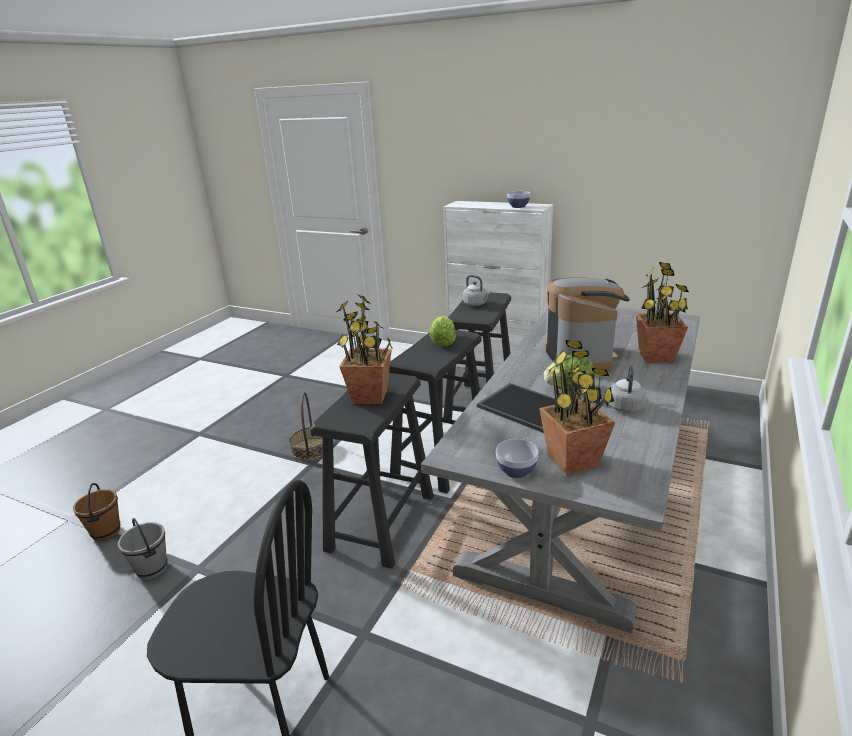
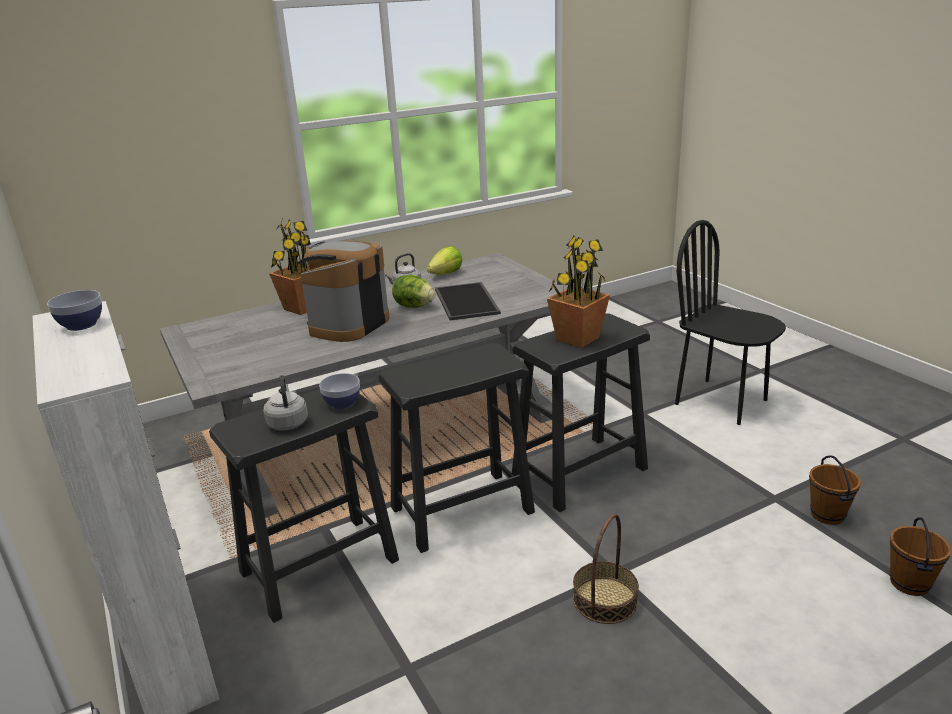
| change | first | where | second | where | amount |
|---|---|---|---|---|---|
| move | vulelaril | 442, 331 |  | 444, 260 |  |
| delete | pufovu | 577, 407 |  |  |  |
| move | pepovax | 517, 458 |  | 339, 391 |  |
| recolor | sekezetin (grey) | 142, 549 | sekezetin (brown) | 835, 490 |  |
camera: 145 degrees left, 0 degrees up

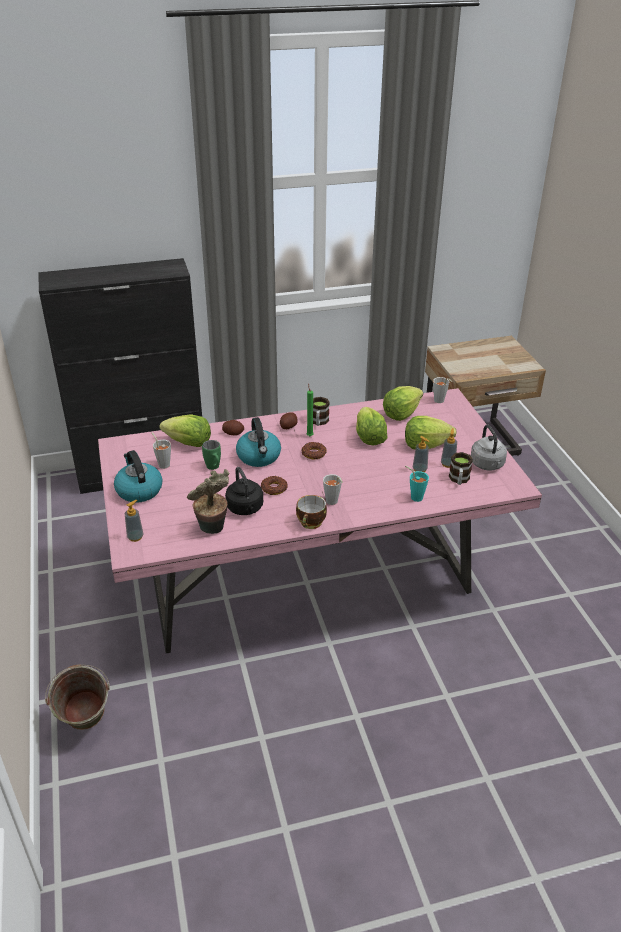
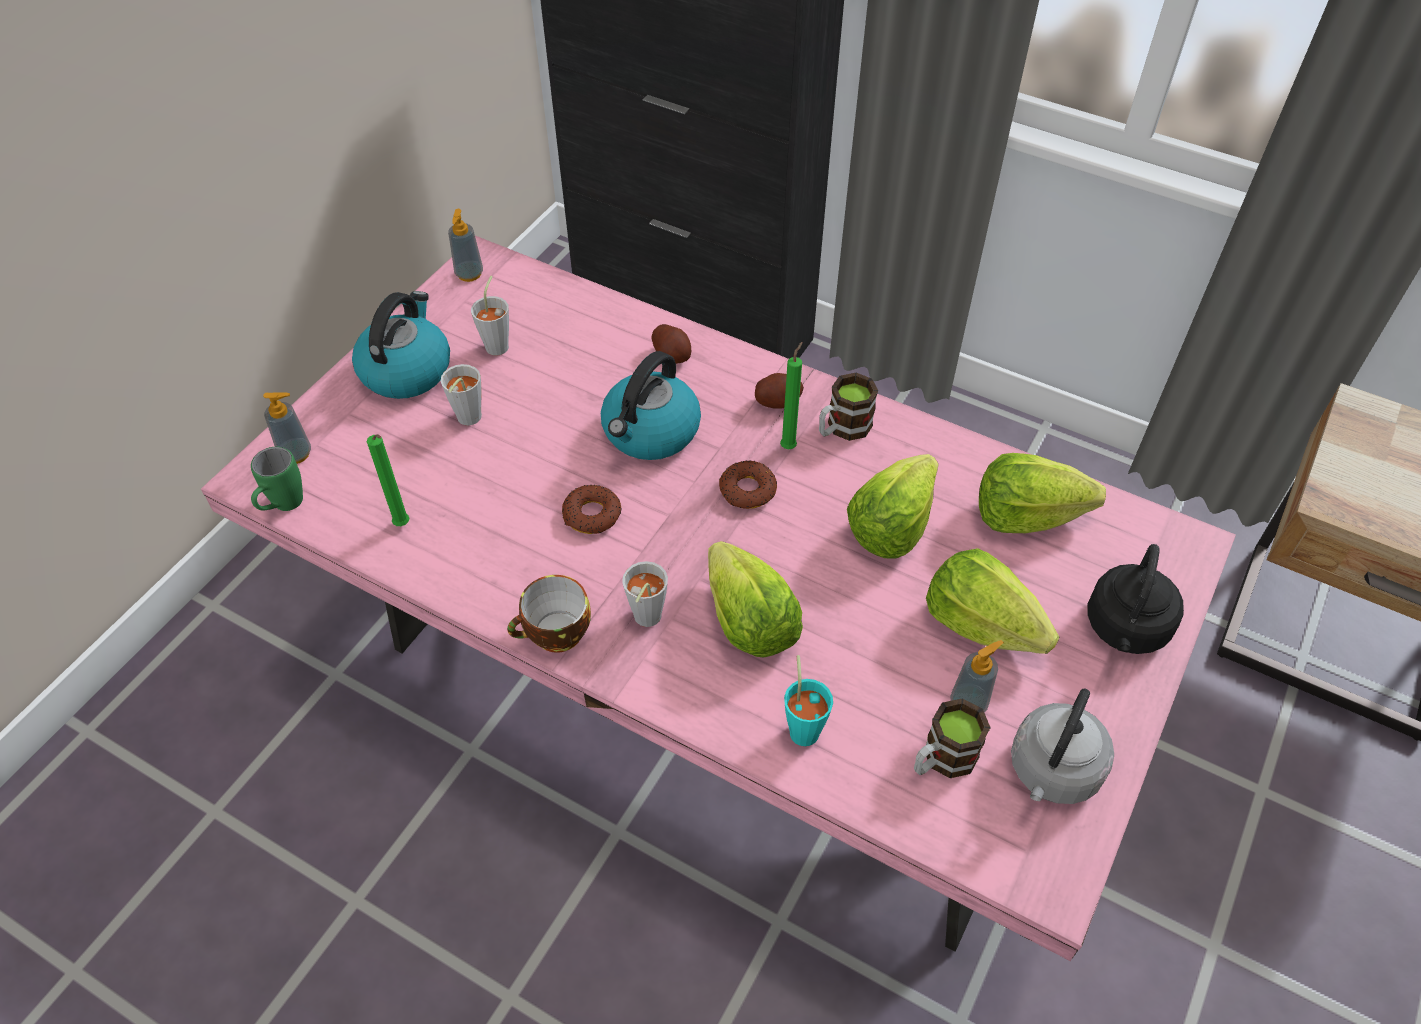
| change | first | where | second | where | amount |
|---|---|---|---|---|---|
| move | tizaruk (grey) | 442, 390 |  | 461, 394 |  |
| move | vulelaril | 185, 430 |  | 755, 599 |  |
| move | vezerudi | 421, 454 |  | 465, 245 |  |
| move | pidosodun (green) | 211, 455 |  | 277, 479 |  |
| move | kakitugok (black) | 244, 491 |  | 1135, 599 |  |
| replace | pufovu | 208, 501 | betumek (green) | 388, 480 |  |
| delete | sekezetin (green) | 77, 697 |  |  |  |
camera: 45 degrees right, 15 degrees up

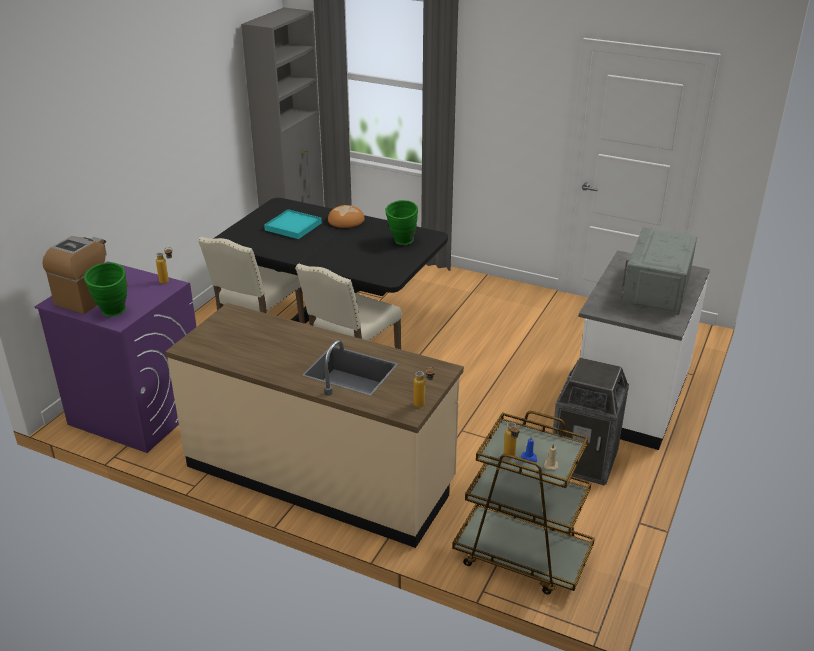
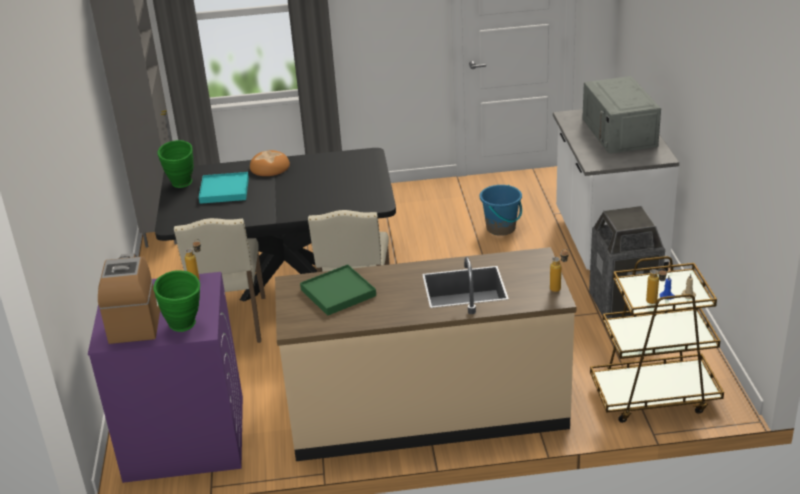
| change | first | where | second | where | amount |
|---|---|---|---|---|---|
| move | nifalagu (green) | 401, 222 |  | 175, 164 |  |
| insert |  |  | sekezetin (blue) | 501, 210 |  |
| insert |  |  | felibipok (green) | 338, 290 |  |
camera: 30 degrees left, 0 degrees up

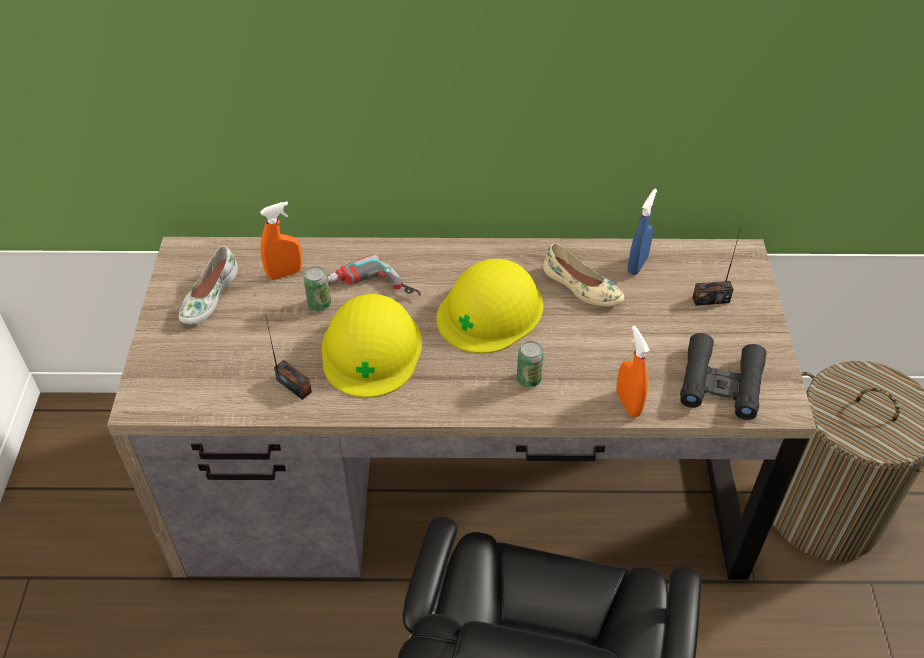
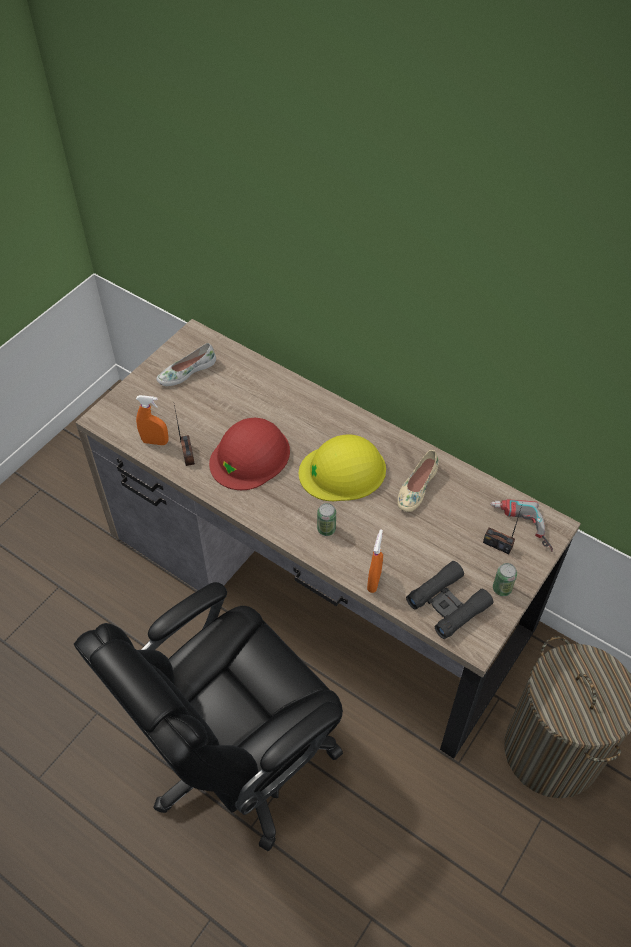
| change | first | where | second | where | amount |
|---|---|---|---|---|---|
| delete | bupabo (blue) | 642, 232 |  |  |  |
| move | bupabo (orange) | 281, 240 |  | 152, 420 |  |
| rotate | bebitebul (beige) | 583, 275 |  | 418, 481 | 45 degrees clockwise |
| move | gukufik | 374, 274 |  | 521, 525 |  |
| move | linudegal | 317, 288 |  | 505, 579 |  |
| recolor | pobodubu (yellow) | 372, 346 | pobodubu (red) | 249, 454 |  |
camera: 35 degrees right, 5 degrees up

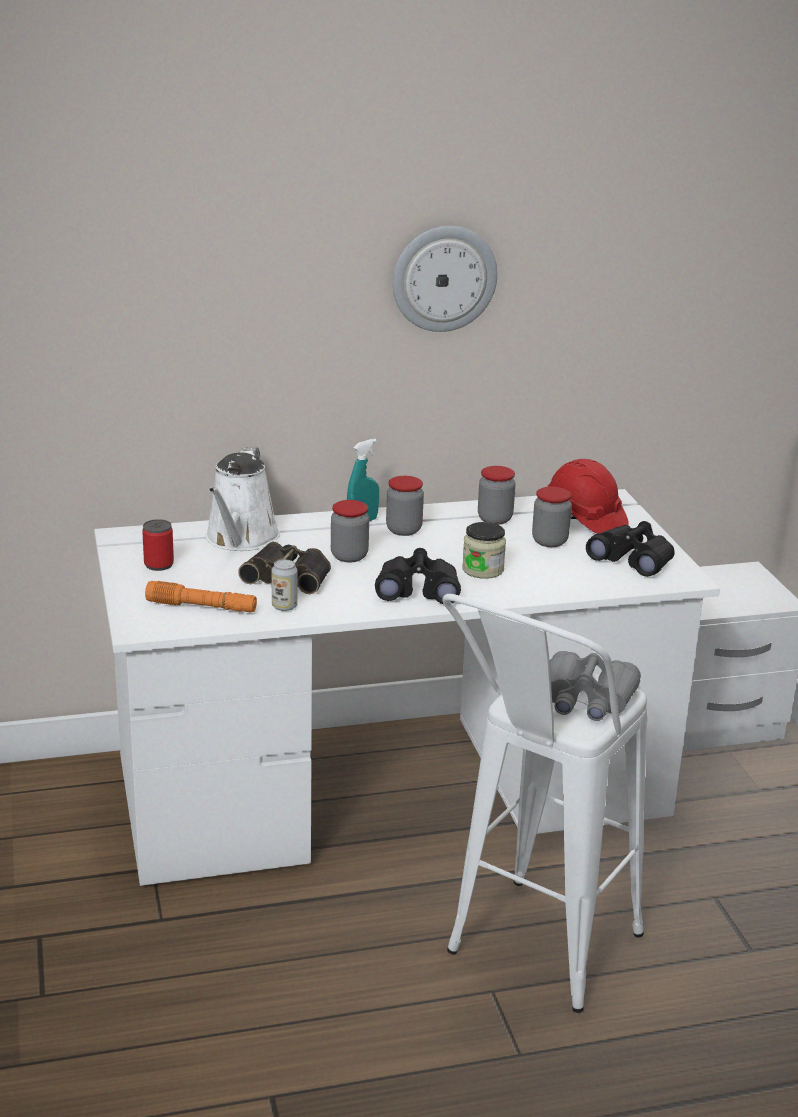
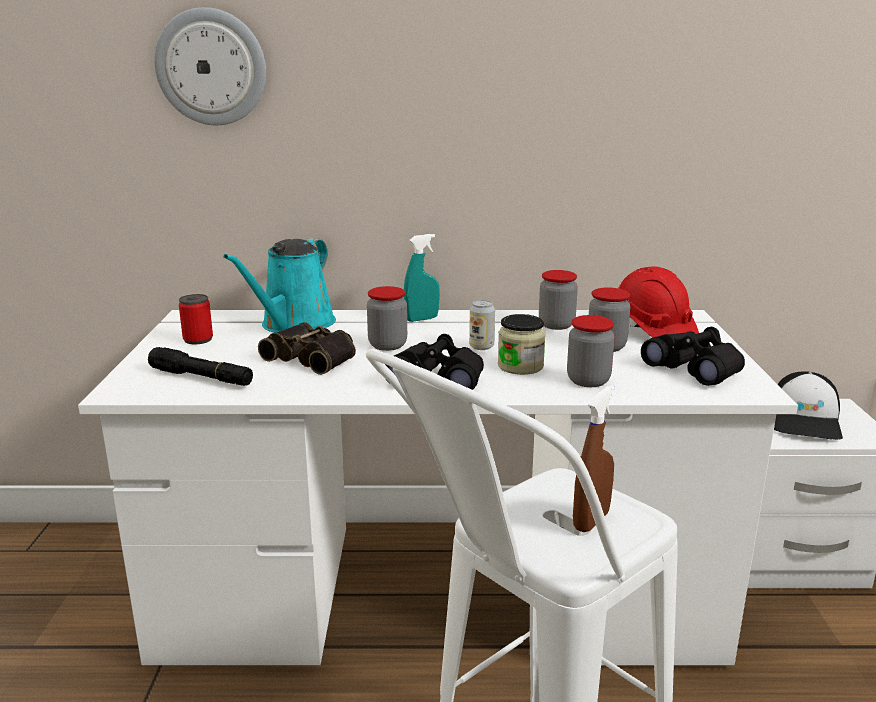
| change | first | where | second | where | amount |
|---|---|---|---|---|---|
| move | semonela | 444, 279 |  | 210, 66 |  |
| recolor | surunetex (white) | 242, 499 | surunetex (turquoise) | 279, 285 |  |
| move | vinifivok | 405, 506 |  | 591, 351 |  |
| move | linudegal | 284, 585 |  | 482, 325 |  |
| recolor | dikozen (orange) | 201, 596 | dikozen (black) | 200, 366 |  |
| replace | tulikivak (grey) | 595, 686 | bupabo (brown) | 594, 458 |  |
| insert |  |  | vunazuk | 808, 405 |  |
camera: 15 degrees right, 5 degrees down

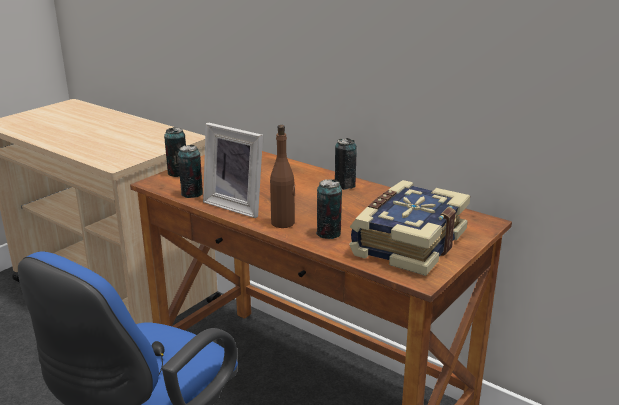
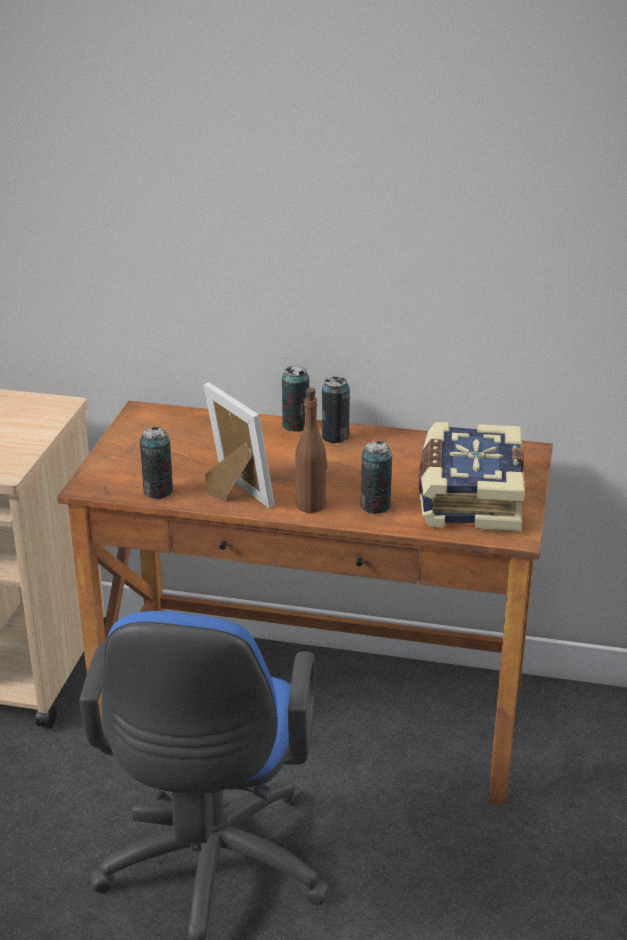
| change | first | where | second | where | amount |
|---|---|---|---|---|---|
| rotate | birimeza | 233, 170 |  | 239, 445 | 135 degrees counterclockwise |
| move | linudegal | 175, 152 |  | 295, 399 |  |
camera: 25 degrees left, 5 degrees up

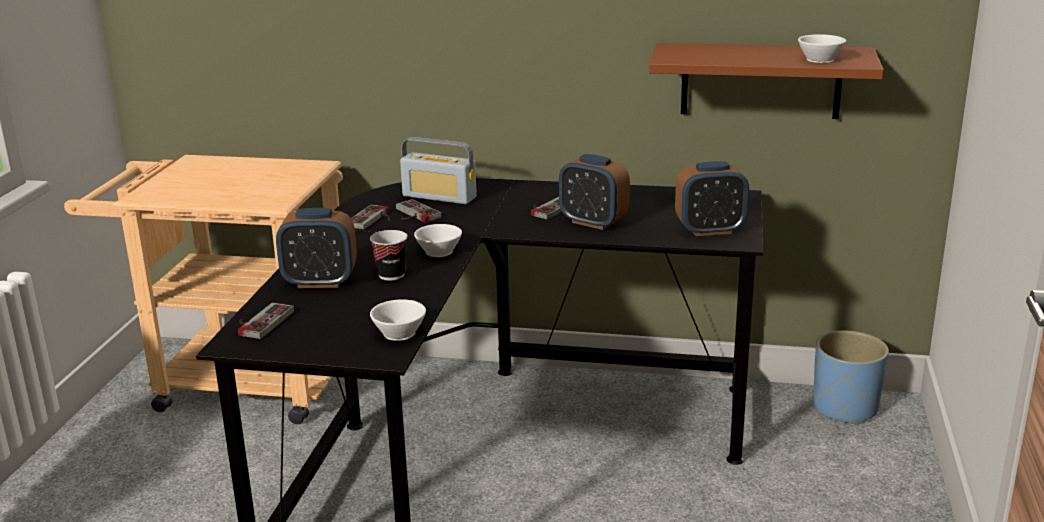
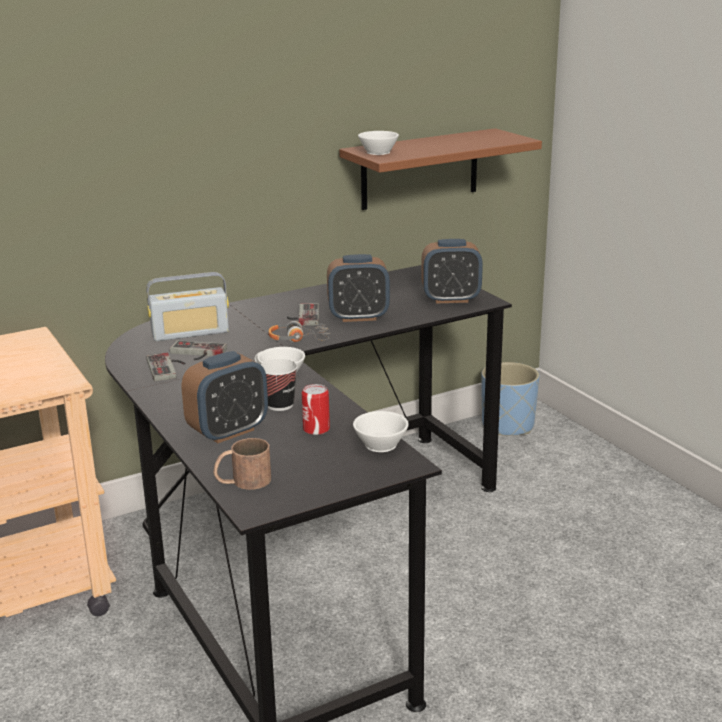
| change | first | where | second | where | amount |
|---|---|---|---|---|---|
| move | tizaruk (white) | 822, 48 |  | 378, 143 |  |
| rotate | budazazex | 712, 198 |  | 452, 271 | 45 degrees clockwise |
| replace | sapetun | 266, 321 | pidosodun (brown) | 242, 464 |  |
| insert |  |  | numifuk | 299, 331 |  |
| insert |  |  | linudegal | 316, 409 |  |
camera: 40 degrees left, 0 degrees up

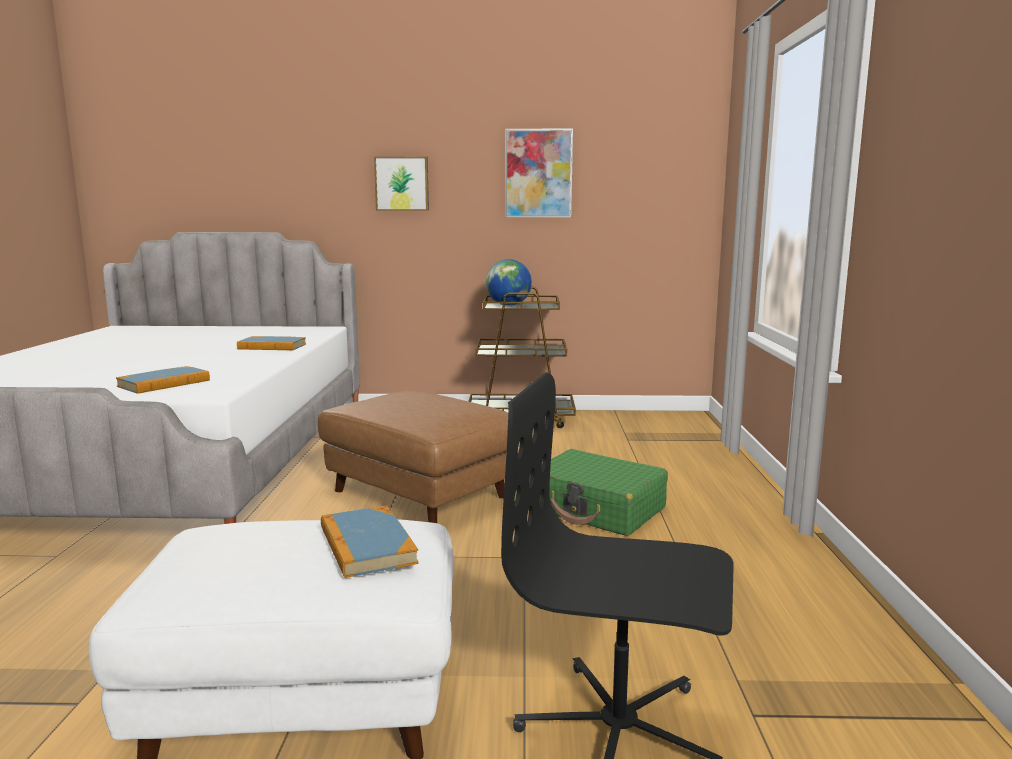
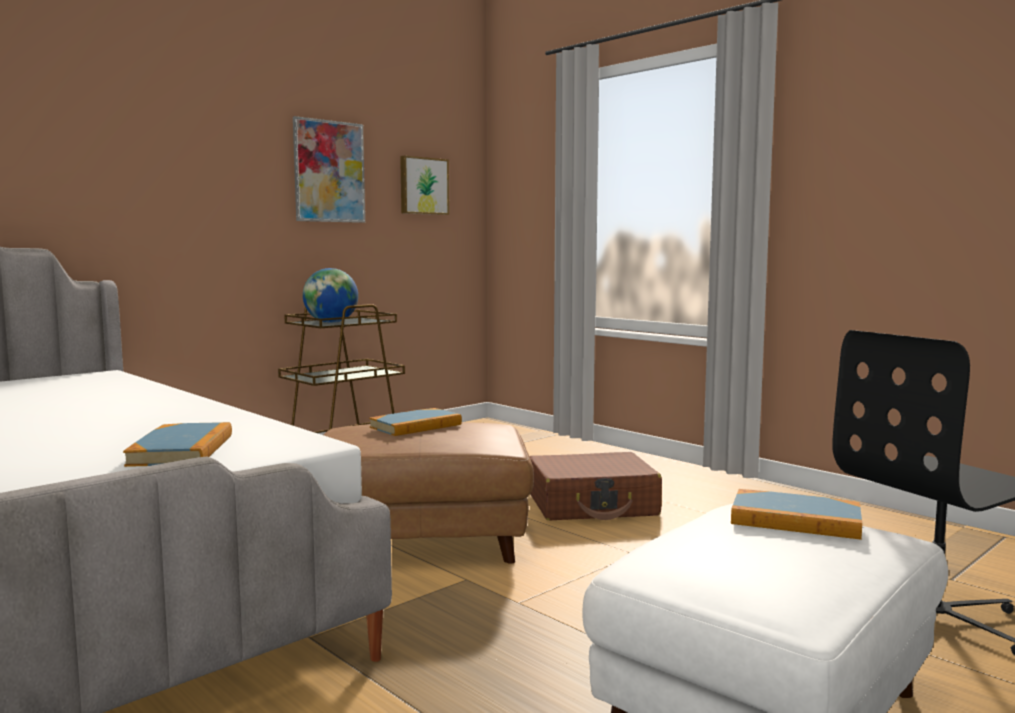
| change | first | where | second | where | amount |
|---|---|---|---|---|---|
| move | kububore | 401, 183 |  | 424, 185 |  |
| move | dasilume | 271, 343 |  | 415, 422 |  |
| recolor | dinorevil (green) | 598, 492 | dinorevil (brown) | 595, 486 |  |
camera: 45 degrees left, 5 degrees down

